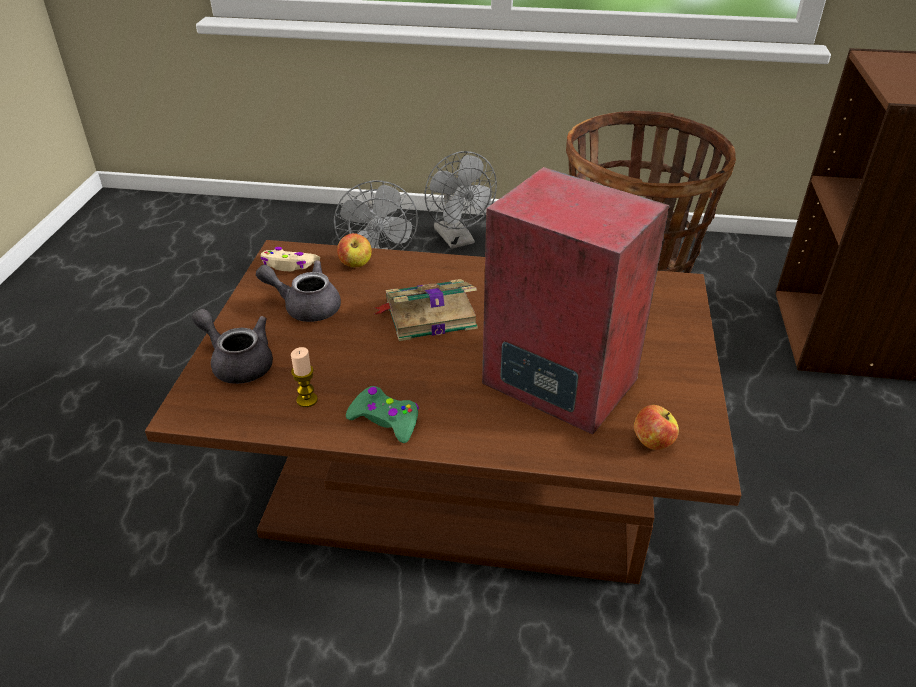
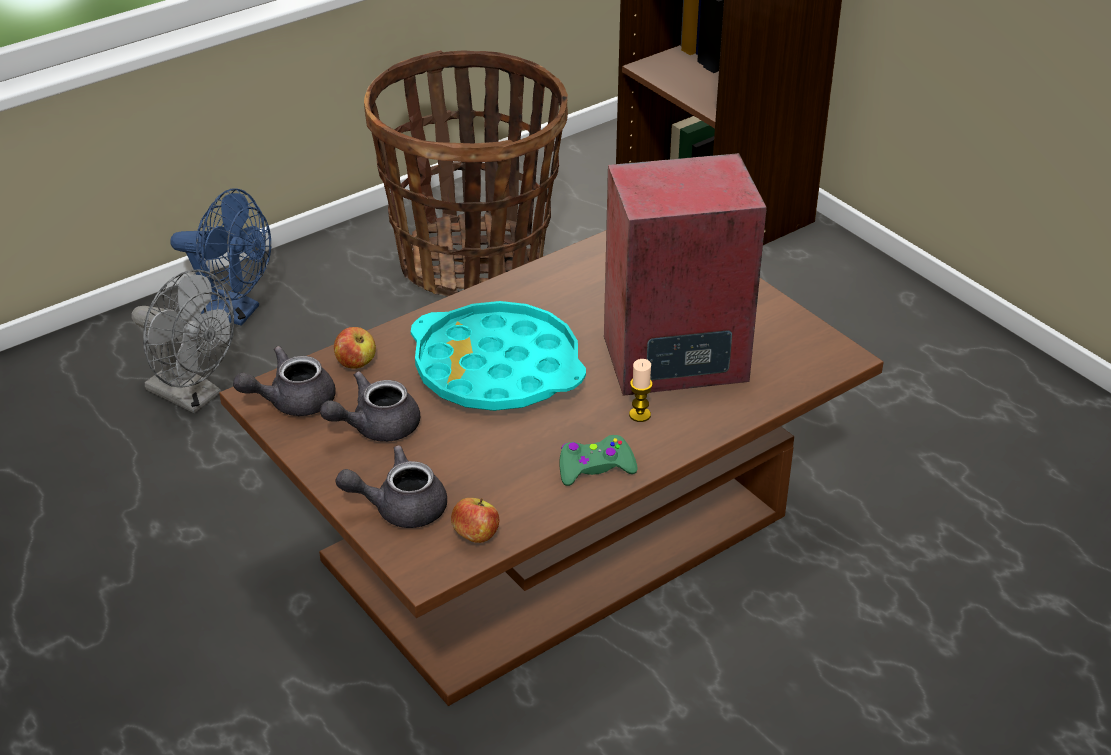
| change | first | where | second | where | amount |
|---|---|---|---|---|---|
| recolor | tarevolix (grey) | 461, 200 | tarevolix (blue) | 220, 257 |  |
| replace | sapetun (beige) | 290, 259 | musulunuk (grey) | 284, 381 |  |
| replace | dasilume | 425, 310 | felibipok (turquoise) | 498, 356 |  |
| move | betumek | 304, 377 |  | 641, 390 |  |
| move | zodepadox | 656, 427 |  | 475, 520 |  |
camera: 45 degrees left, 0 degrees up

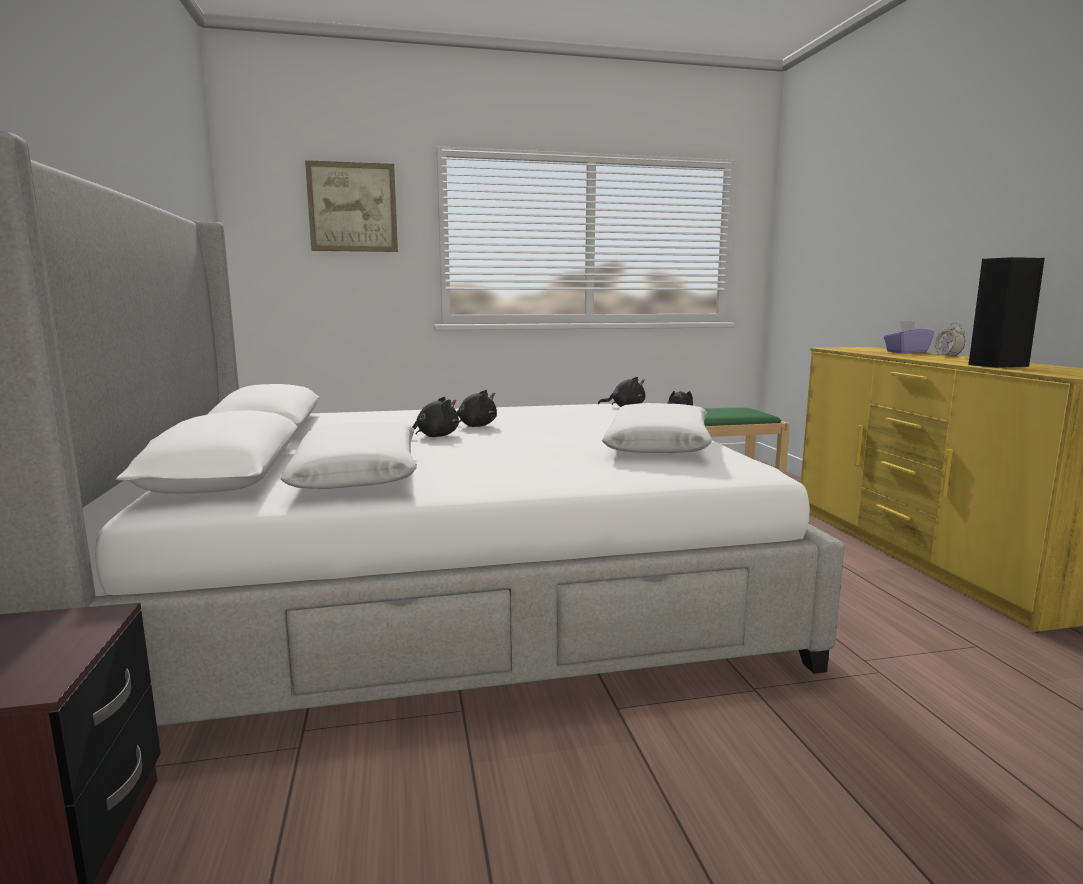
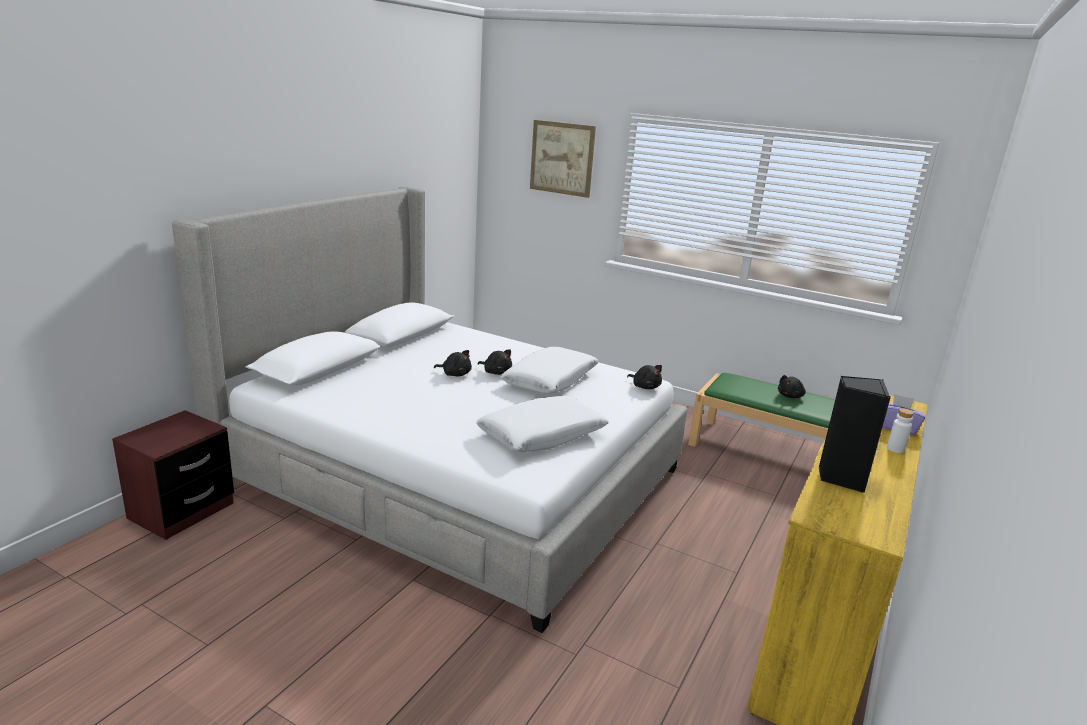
| change | first | where | second | where | amount |
|---|---|---|---|---|---|
| replace | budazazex | 950, 339 | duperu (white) | 900, 430 |  |
| move | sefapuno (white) | 348, 455 |  | 549, 370 |  |
camera: 40 degrees right, 10 degrees up

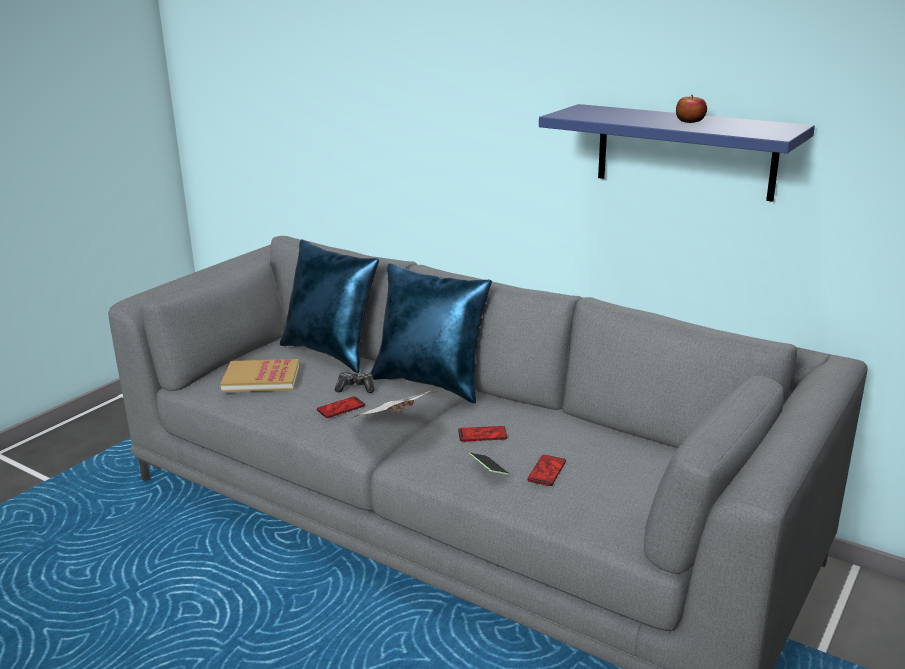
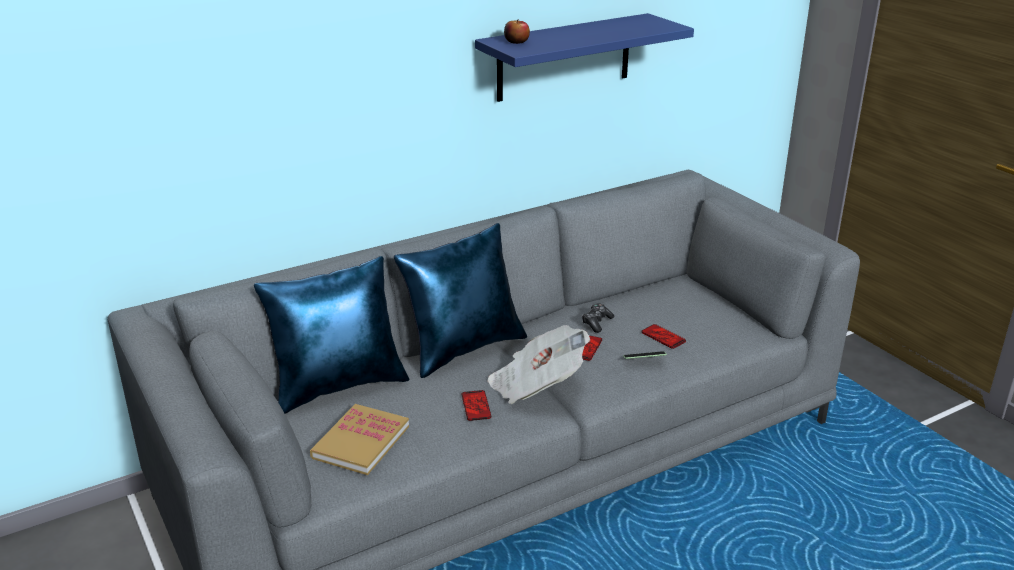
| change | first | where | second | where | amount |
|---|---|---|---|---|---|
| move | zodepadox | 691, 109 |  | 517, 31 |  |
| move | sapetun | 355, 382 |  | 598, 318 |  |
camera: 65 degrees left, 5 degrees up

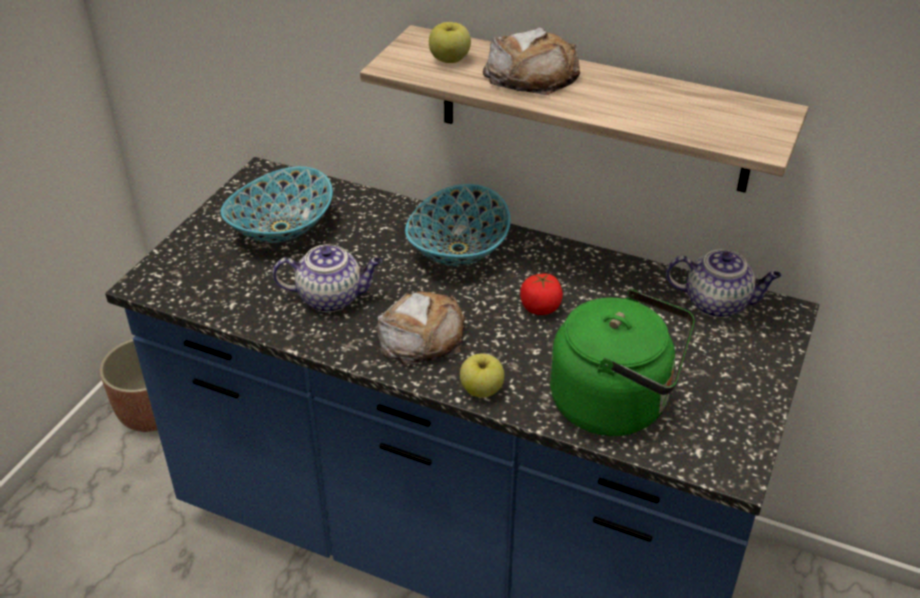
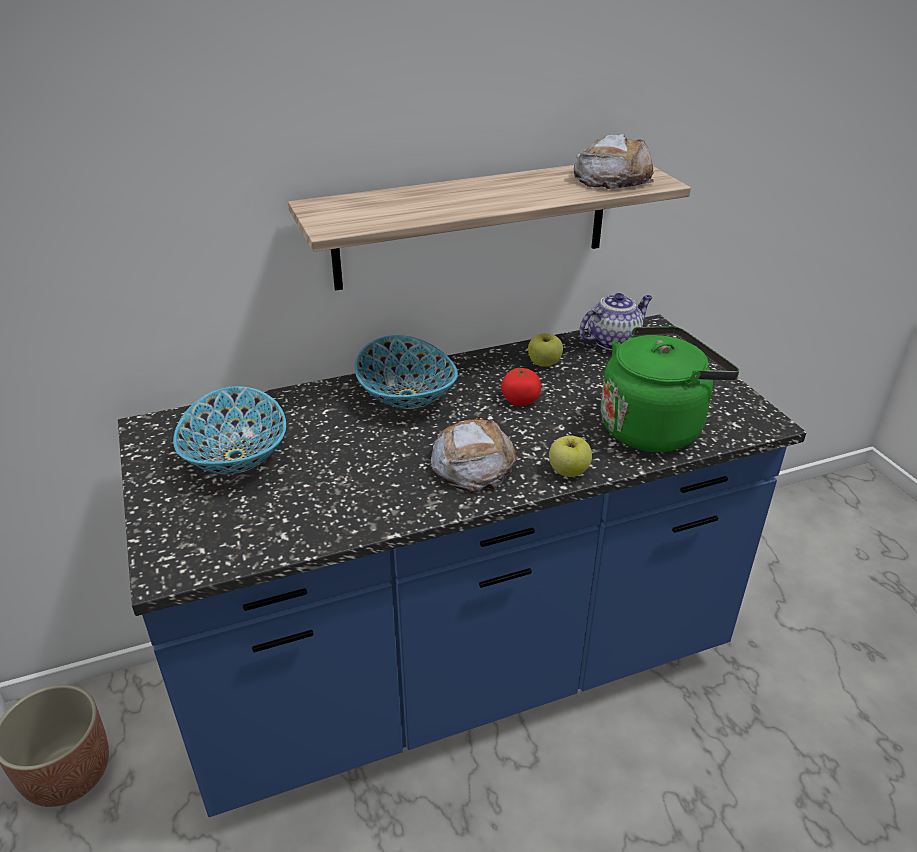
| change | first | where | second | where | amount |
|---|---|---|---|---|---|
| move | zodepadox | 450, 42 |  | 545, 350 |  |
| move | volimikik | 531, 61 |  | 614, 161 |  |
| delete | musulunuk | 327, 278 |  |  |  |
camera: 45 degrees left, 5 degrees down

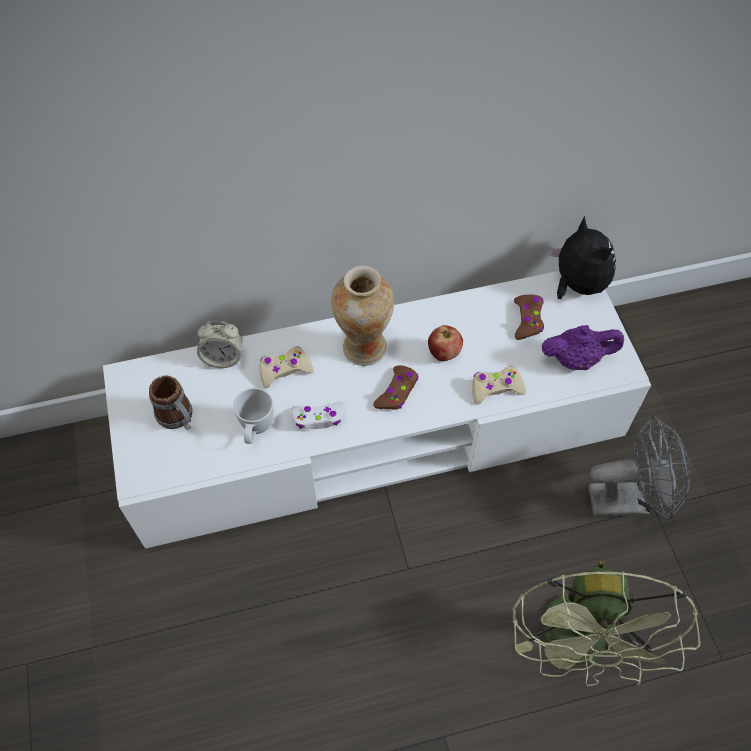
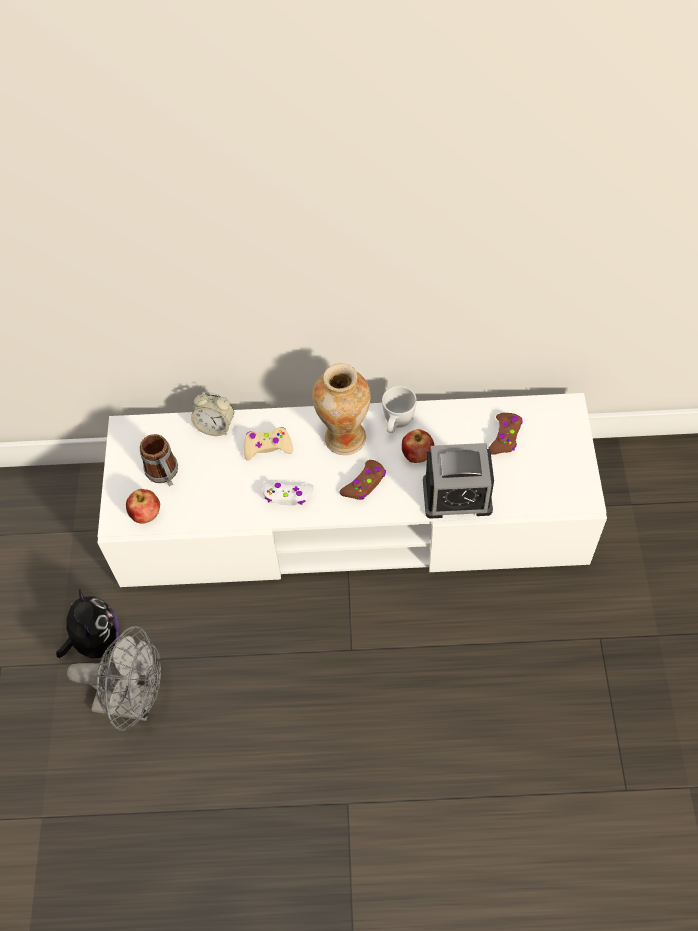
| change | first | where | second | where | amount |
|---|---|---|---|---|---|
| move | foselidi | 582, 257 |  | 87, 624 |  |
| delete | musulunuk (purple) | 583, 347 |  |  |  |
| replace | sapetun (beige) | 499, 385 | budazazex | 458, 481 |  |
| move | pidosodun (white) | 253, 416 |  | 399, 409 |  |
| move | tarevolix (grey) | 639, 468 |  | 114, 678 |  |
| delete | tarevolix (green) | 606, 623 |  |  |  |
| insert |  |  | zodepadox | 143, 506 |  |
camera: 15 degrees right, 0 degrees up

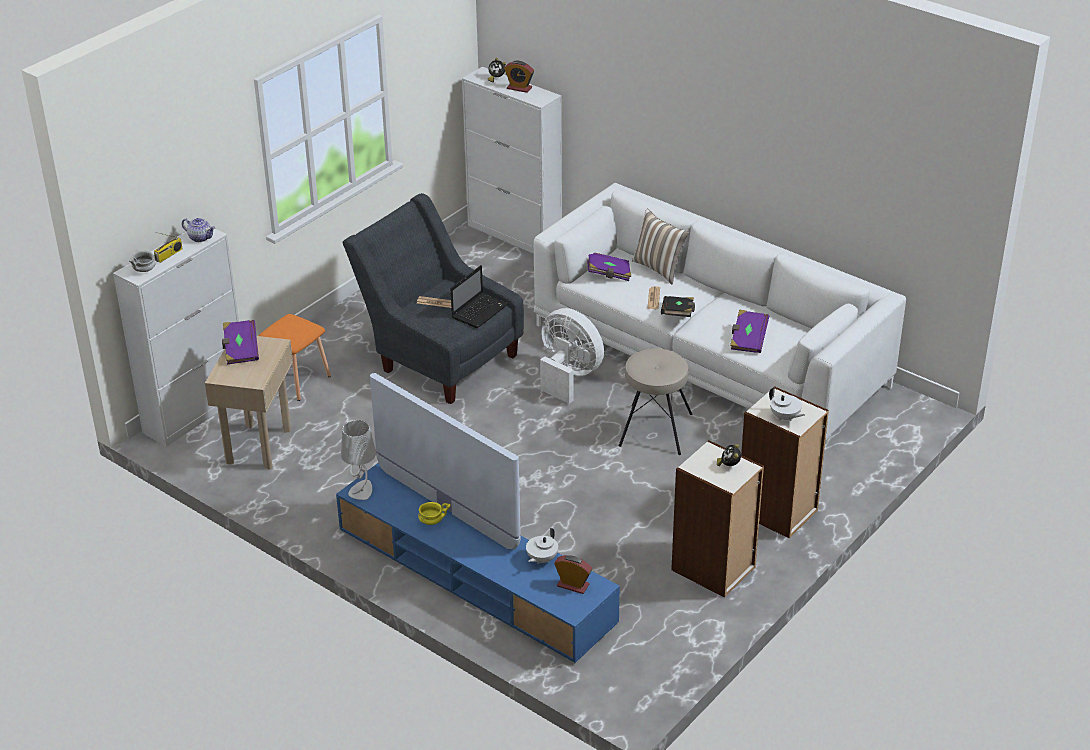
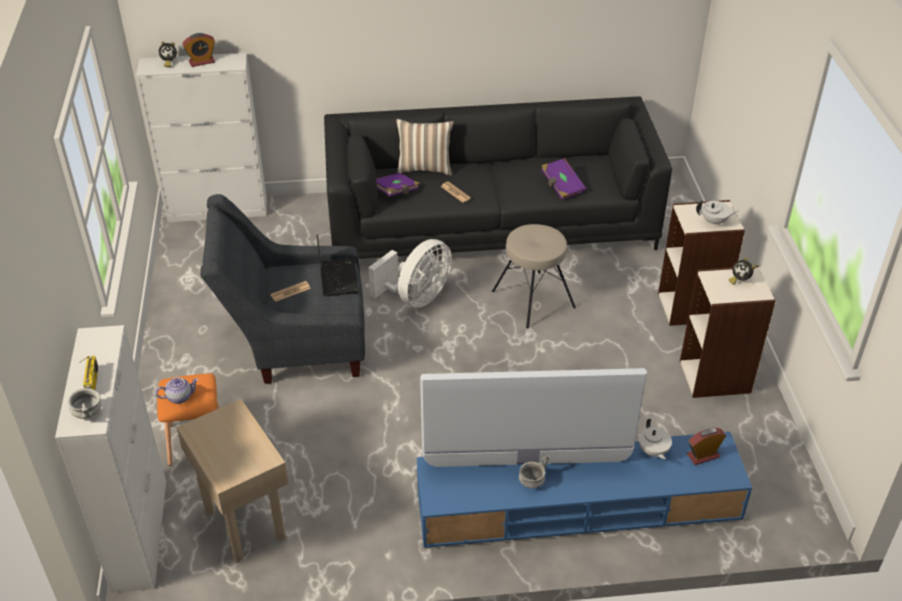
| change | first | where | second | where | amount |
|---|---|---|---|---|---|
| recolor | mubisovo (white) | 720, 311 | mubisovo (black) | 498, 177 |  |
| move | musulunuk | 198, 230 |  | 177, 390 |  |
| delete | dasilume (black) | 678, 306 |  |  |  |
| rotate | tarevolix (white) | 572, 356 |  | 410, 273 | 135 degrees clockwise |
| delete | dasilume (purple) | 240, 342 |  |  |  |
| delete | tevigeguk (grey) | 358, 460 |  |  |  |
| recolor | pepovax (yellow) | 434, 513 | pepovax (grey) | 534, 471 |  |
camera: 45 degrees left, 5 degrees up

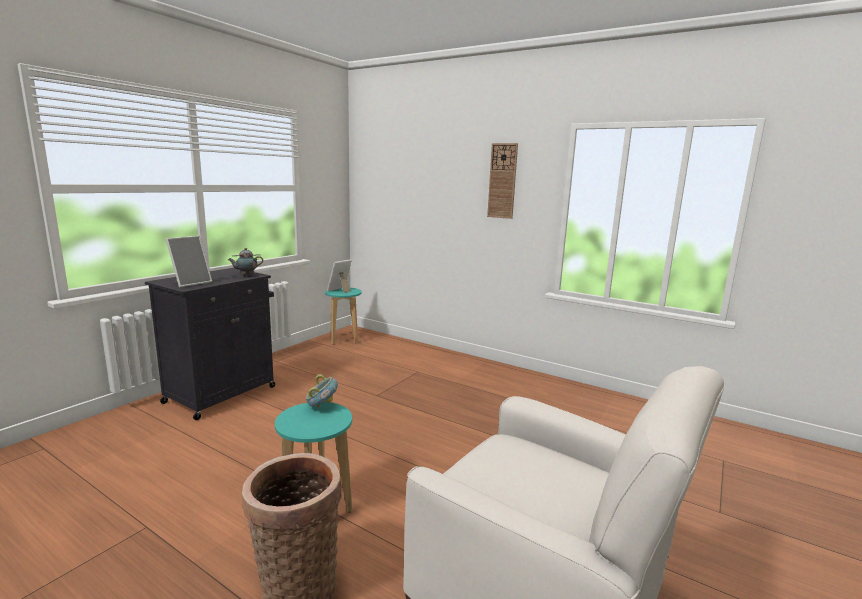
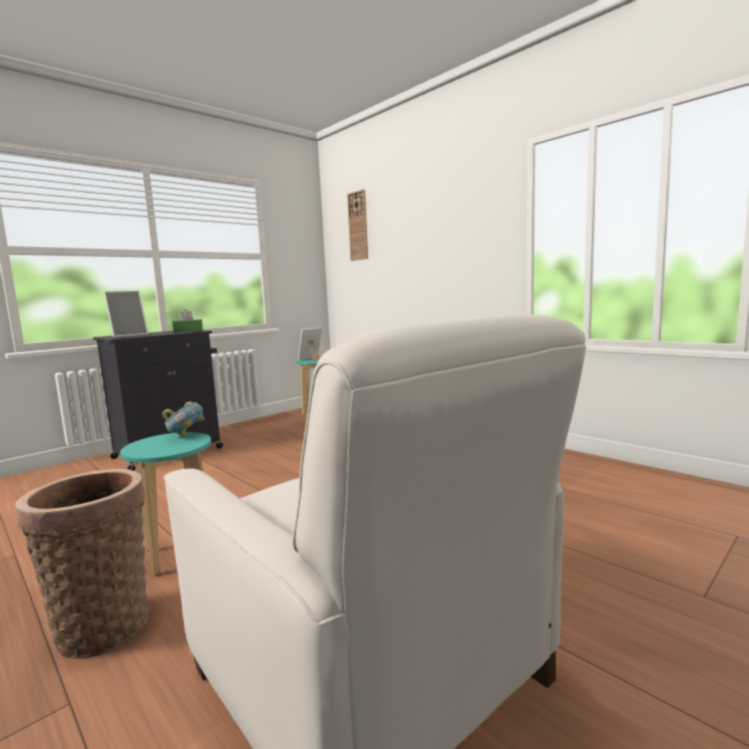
| change | first | where | second | where | amount |
|---|---|---|---|---|---|
| move | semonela | 502, 181 |  | 357, 225 |  |
| replace | musulunuk | 245, 262 | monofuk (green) | 187, 321 |  |
camera: 15 degrees right, 5 degrees down

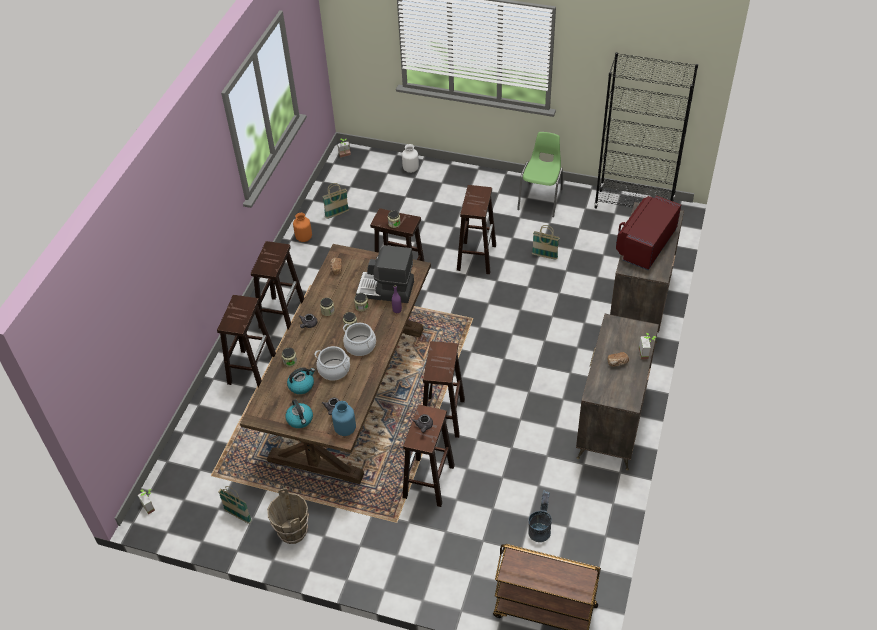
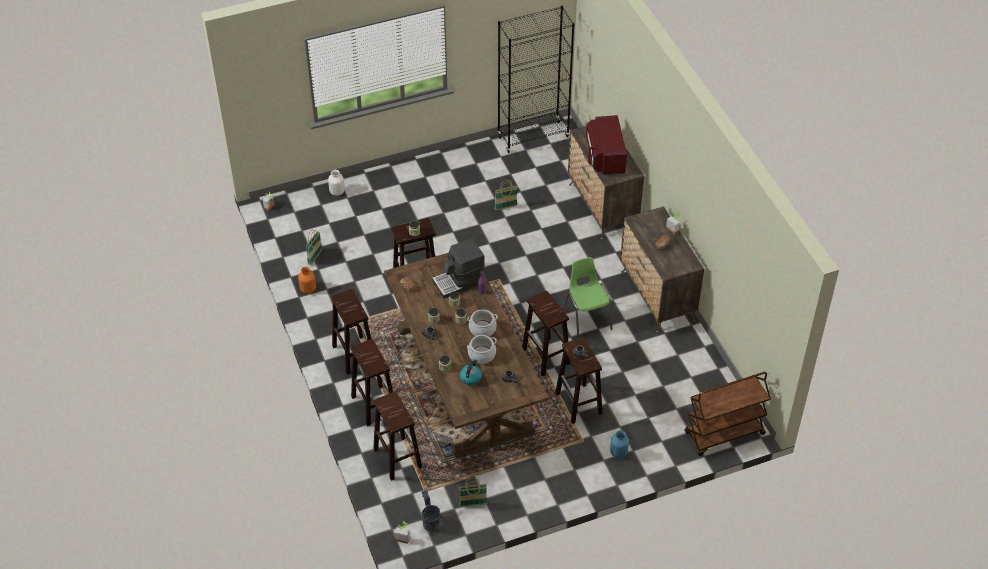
| change | first | where | second | where | amount |
|---|---|---|---|---|---|
| move | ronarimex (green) | 540, 174 |  | 587, 298 |  |
| move | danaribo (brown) | 476, 229 |  | 397, 436 |  |
| delete | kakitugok | 299, 413 |  |  |  |
| move | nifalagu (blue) | 344, 418 |  | 619, 444 |  |
| delete | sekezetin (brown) | 288, 516 |  |  |  |
| move | sekezetin (grey) | 540, 516 |  | 431, 510 |  |
camera: 40 degrees left, 0 degrees up

